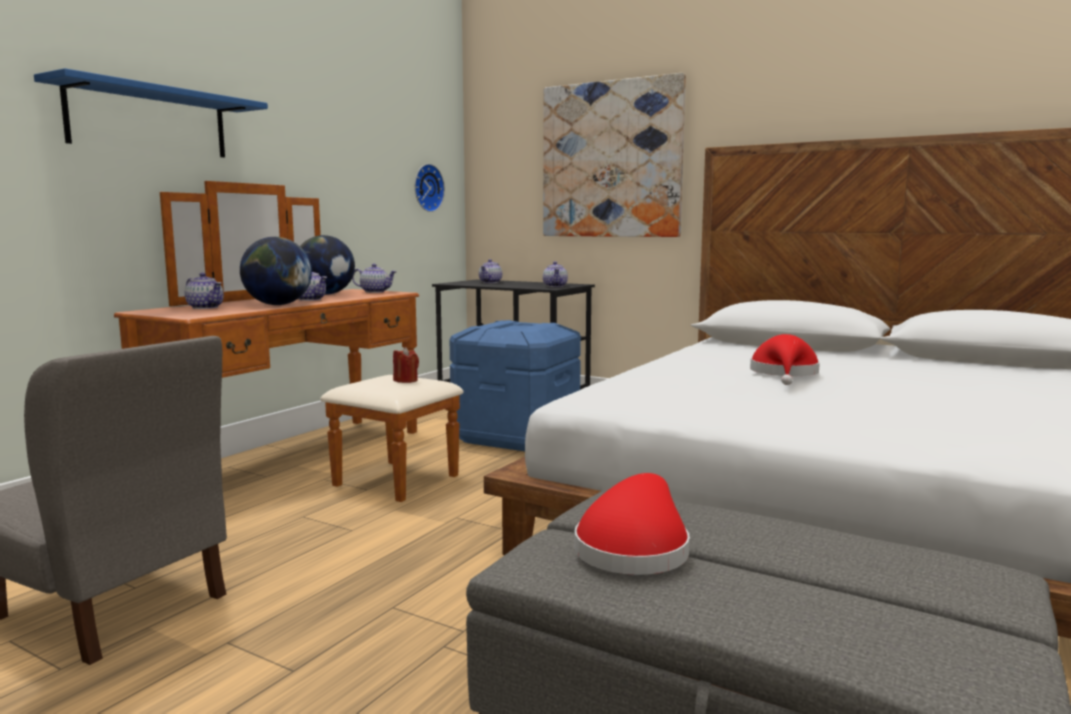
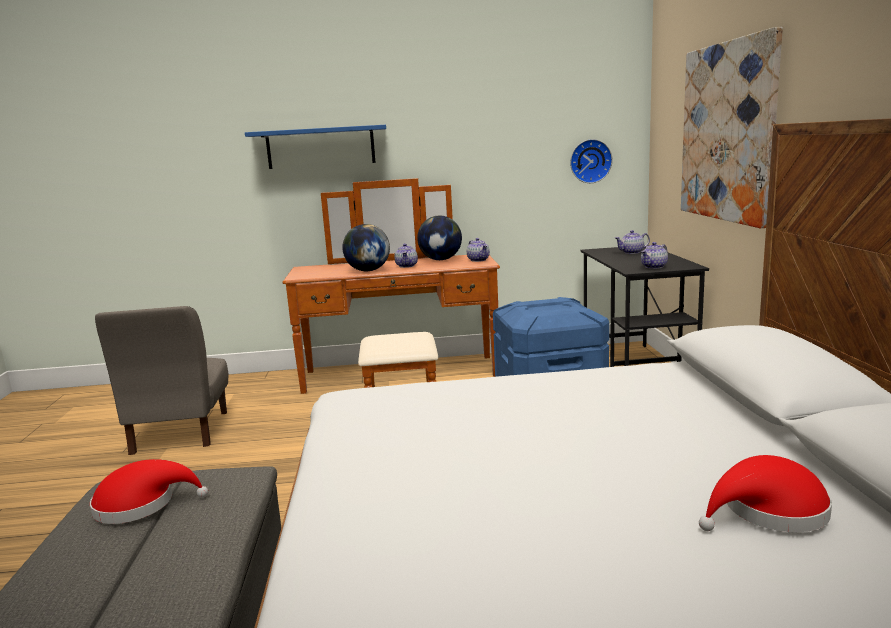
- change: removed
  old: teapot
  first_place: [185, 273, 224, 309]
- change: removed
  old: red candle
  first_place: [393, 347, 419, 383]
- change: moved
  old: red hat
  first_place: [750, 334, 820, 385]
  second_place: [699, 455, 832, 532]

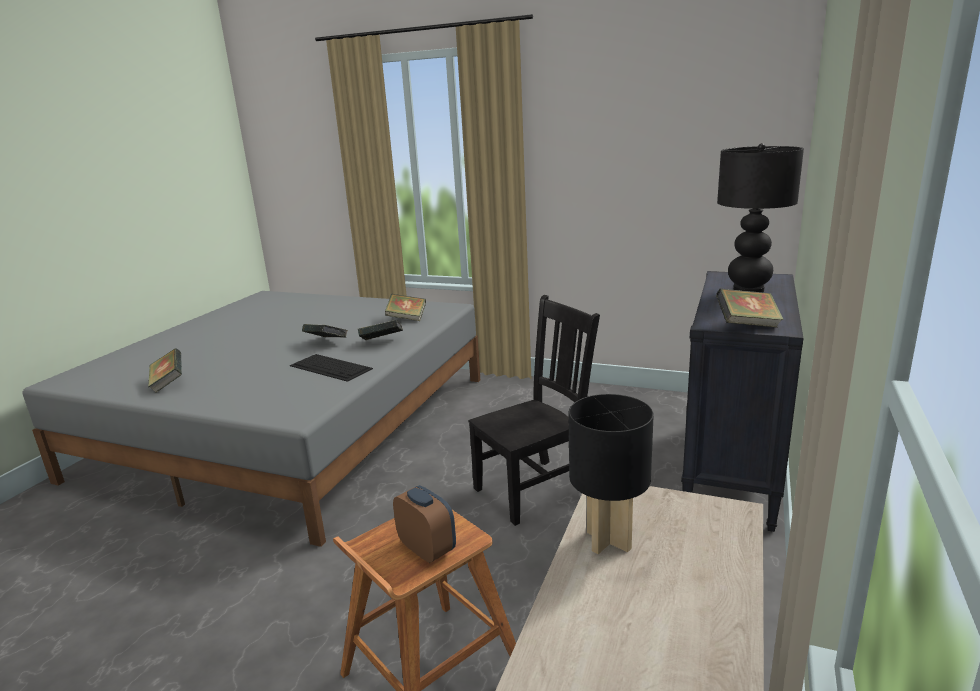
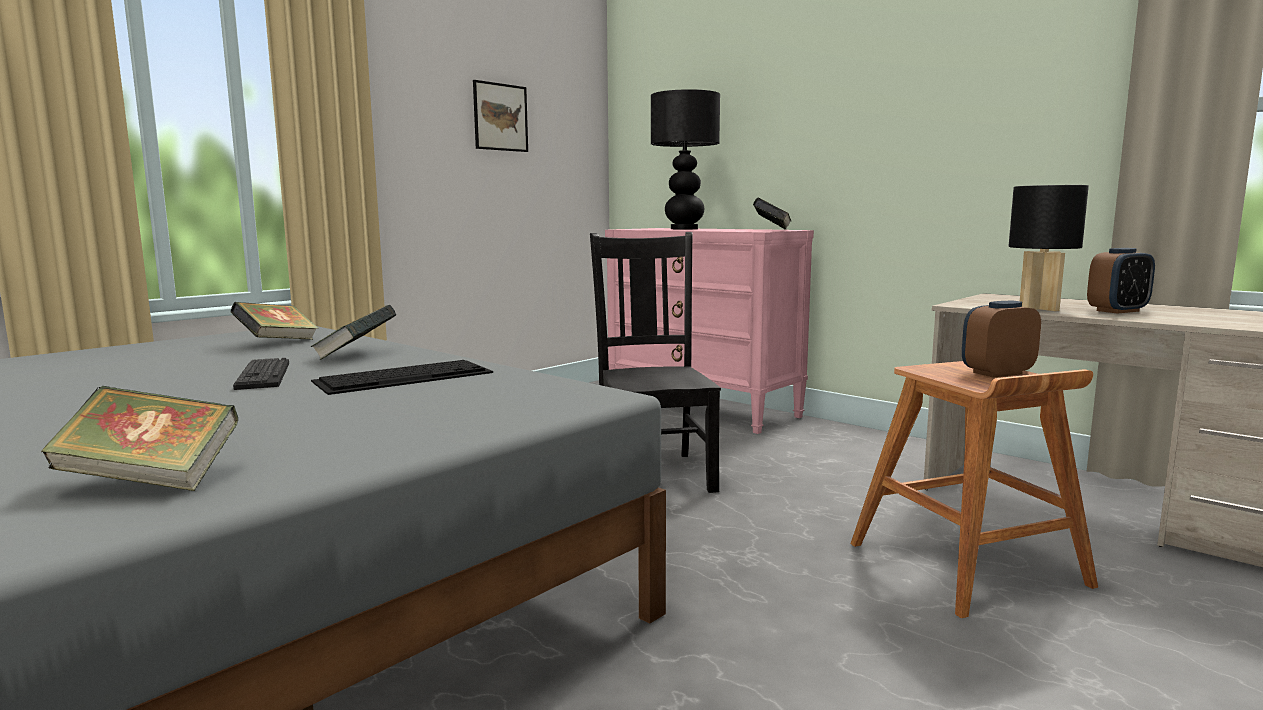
- change: added
  new: picture
  second_place: [473, 80, 528, 152]
- change: added
  new: alarm clock
  second_place: [1087, 248, 1155, 314]
- change: replaced
  old: book
  new: keyboard
  first_place: [302, 324, 348, 338]
  second_place: [233, 358, 289, 390]
- change: recoloured
  old: black dresser
  new: pink dresser
  first_place: [681, 271, 803, 532]
  second_place: [605, 228, 814, 434]

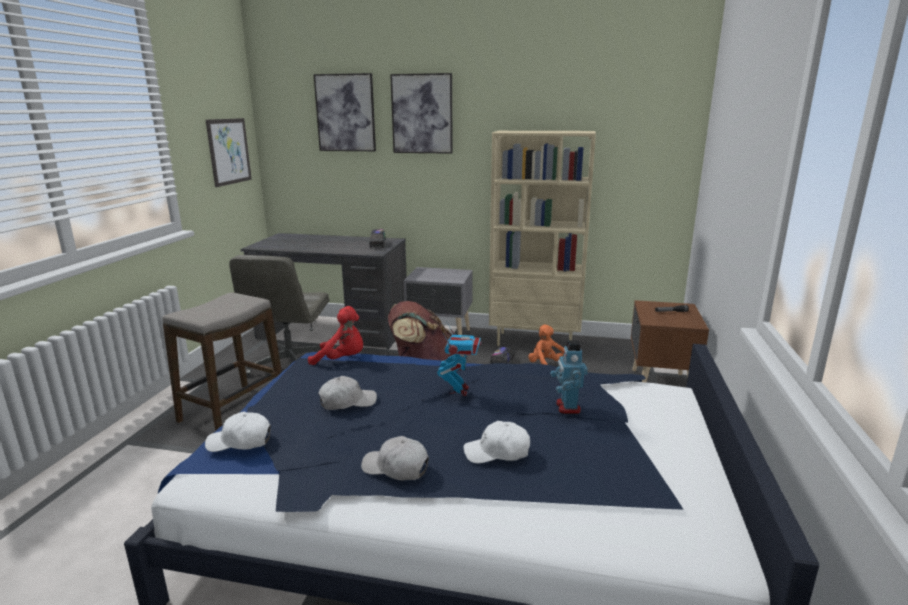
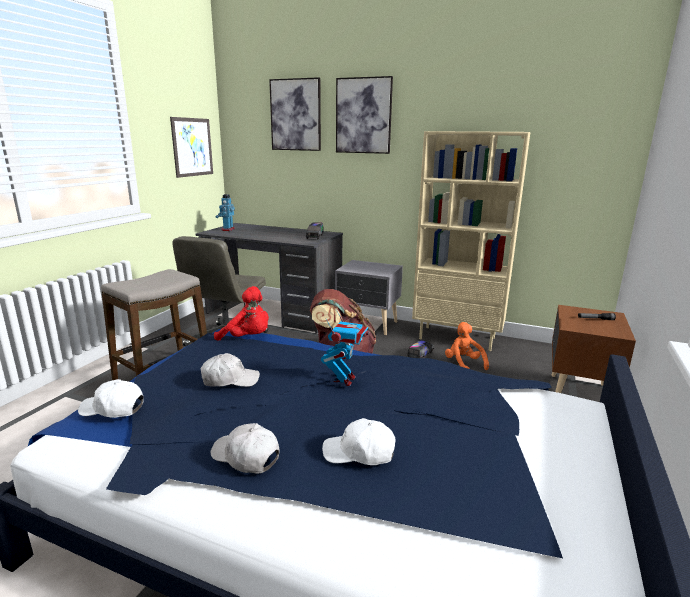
- change: moved
  old: toy robot
  first_place: [550, 340, 588, 414]
  second_place: [216, 194, 235, 231]

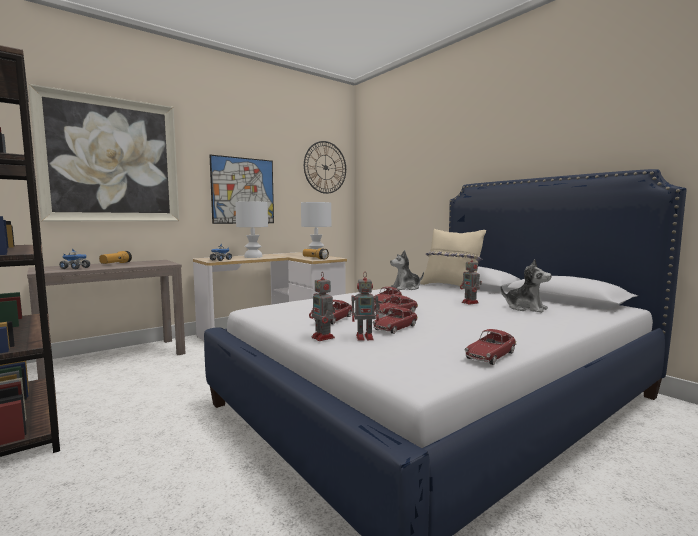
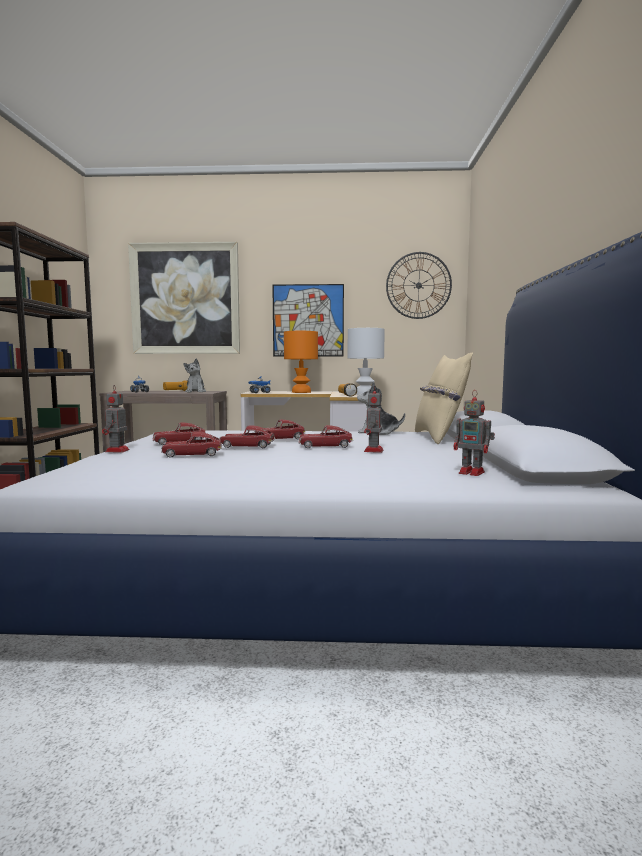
- change: moved
  old: toy robot
  first_place: [352, 273, 380, 341]
  second_place: [454, 390, 495, 476]
- change: moved
  old: toy car
  first_place: [465, 329, 516, 365]
  second_place: [298, 425, 353, 448]
- change: moved
  old: plush toy
  first_place: [500, 259, 552, 313]
  second_place: [183, 359, 206, 392]
- change: recoloured
  old: white table lamp
  new: orange table lamp
  first_place: [235, 201, 268, 258]
  second_place: [284, 331, 318, 393]

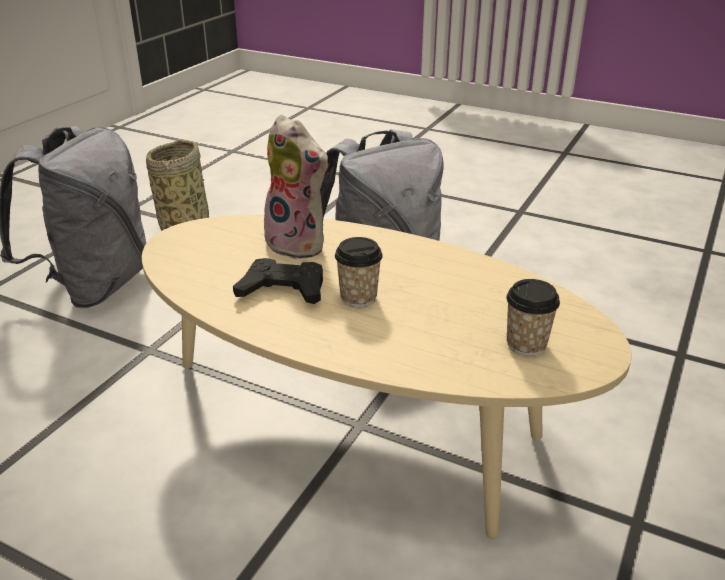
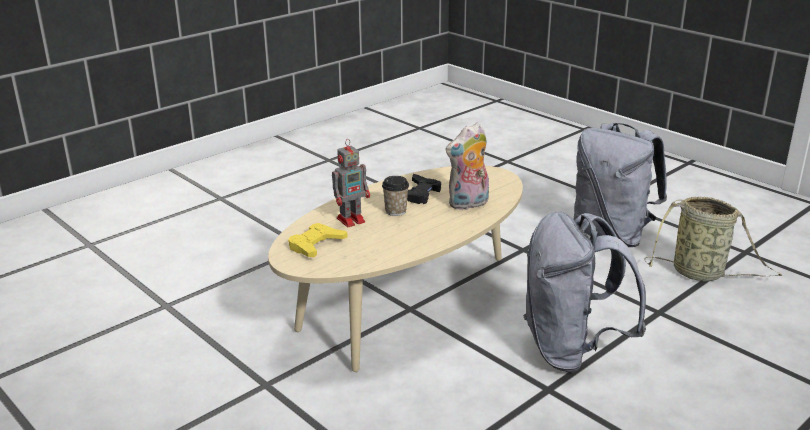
- change: added
  new: toy robot
  second_place: [332, 139, 370, 227]
- change: replaced
  old: cup
  new: yellow game controller
  first_place: [506, 279, 560, 356]
  second_place: [288, 223, 348, 257]

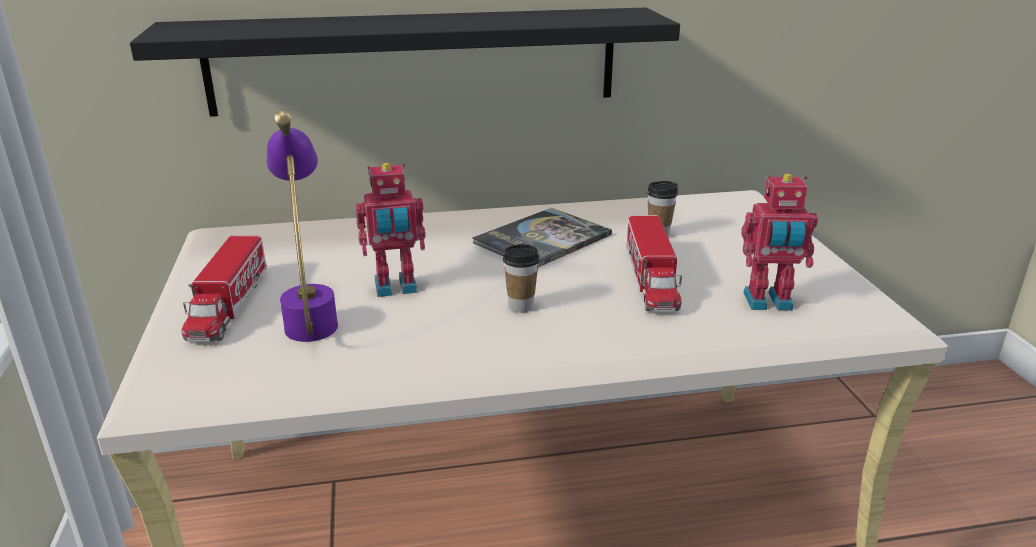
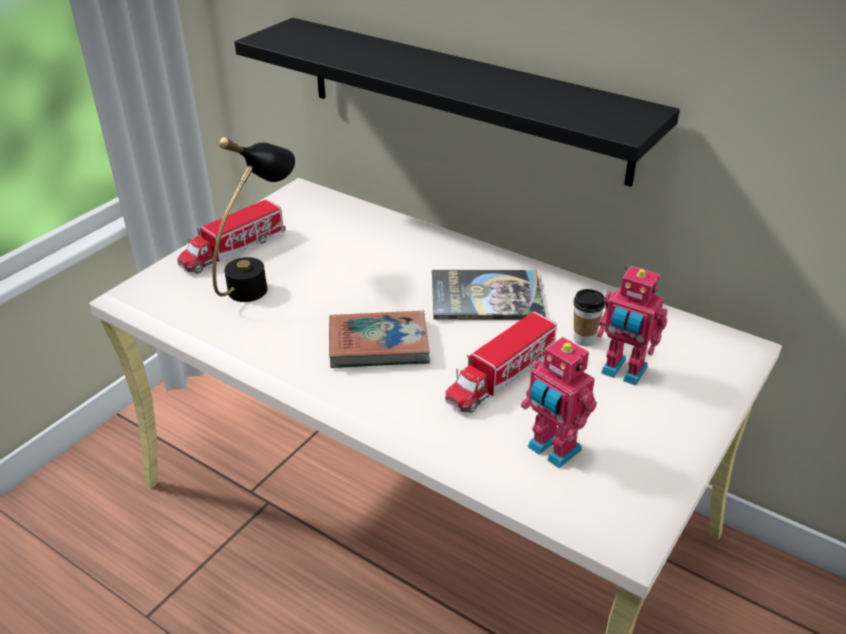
- change: moved
  old: toy robot
  first_place: [355, 163, 426, 297]
  second_place: [597, 266, 667, 386]
- change: replaced
  old: cup
  new: book
  first_place: [503, 244, 539, 313]
  second_place: [329, 311, 430, 368]
- change: recoloured
  old: purple table lamp
  new: black table lamp
  first_place: [267, 110, 338, 342]
  second_place: [212, 137, 295, 302]

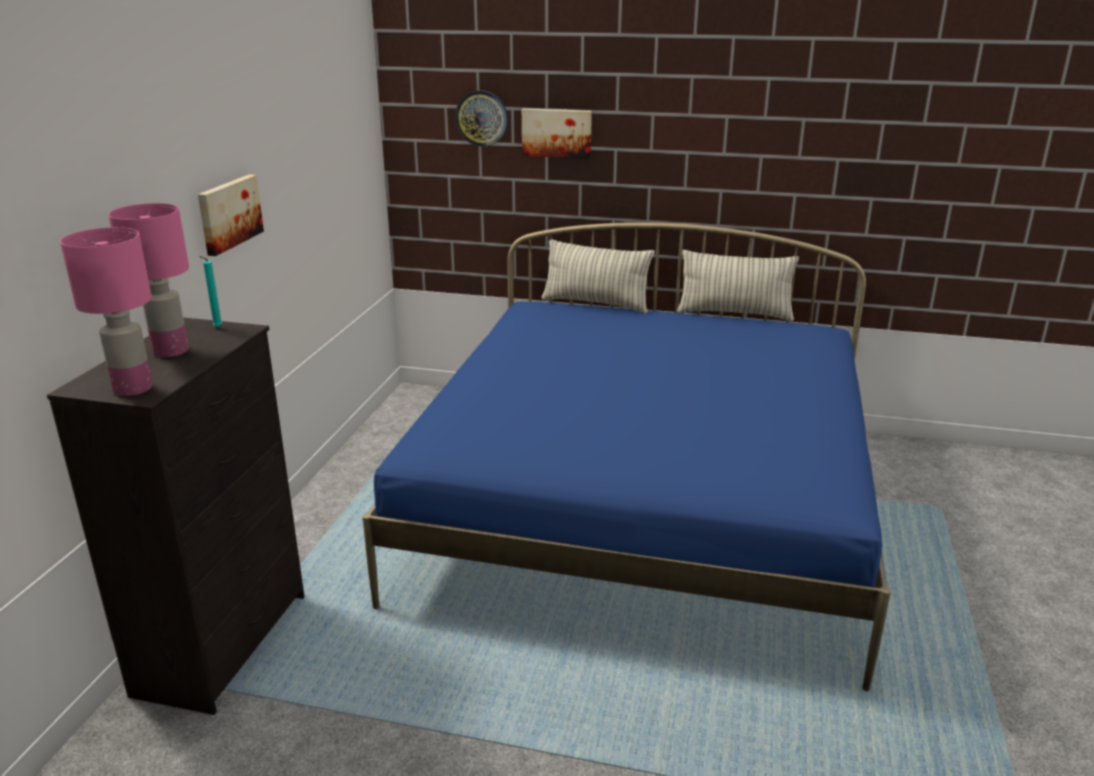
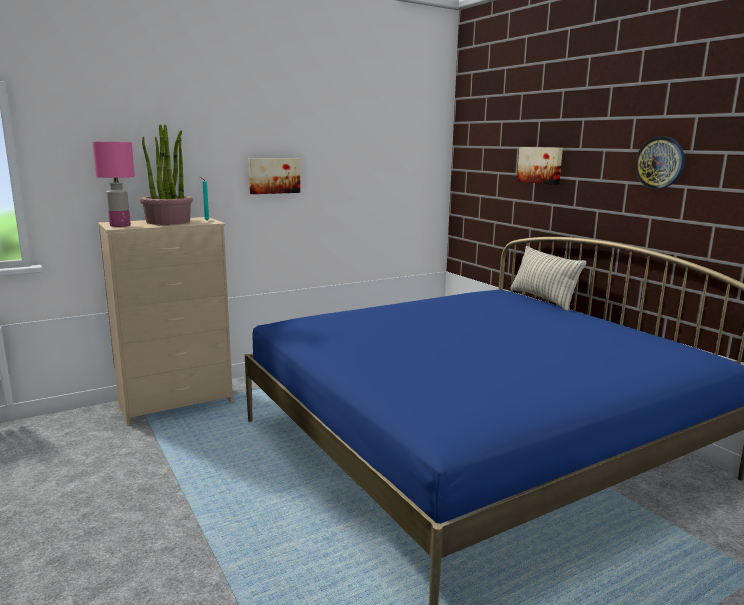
- change: removed
  old: pillow
  first_place: [677, 250, 799, 321]
- change: moved
  old: wall clock
  first_place: [455, 90, 508, 147]
  second_place: [635, 136, 685, 189]
- change: replaced
  old: pink table lamp
  new: potted plant
  first_place: [108, 203, 189, 358]
  second_place: [140, 124, 193, 225]
- change: recoloured
  old: black dresser
  new: beige dresser
  first_place: [47, 317, 305, 715]
  second_place: [98, 217, 233, 425]

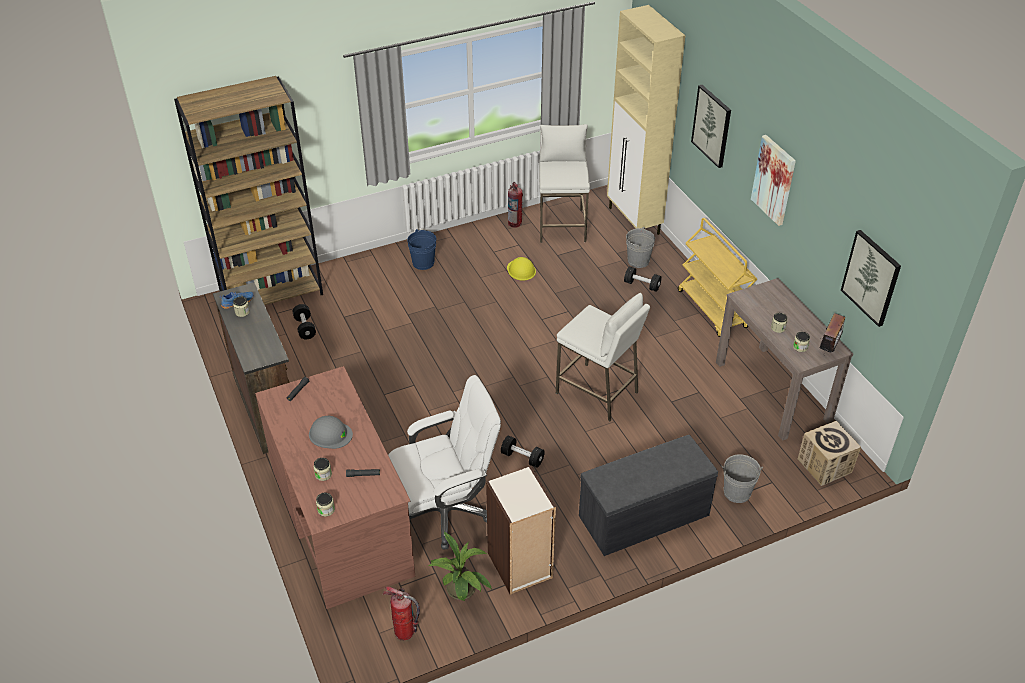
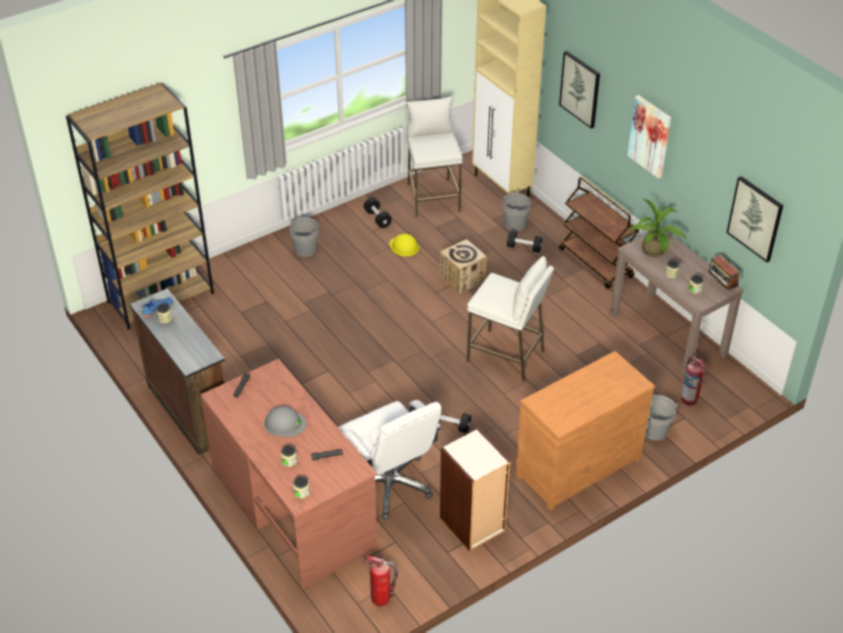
- change: moved
  old: black dumbbell
  first_place: [292, 304, 316, 339]
  second_place: [364, 198, 392, 228]
- change: moved
  old: potted plant
  first_place: [429, 531, 492, 601]
  second_place: [628, 197, 687, 257]
- change: moved
  old: fire extinguisher
  first_place: [508, 182, 523, 228]
  second_place: [681, 356, 705, 406]
- change: moved
  old: cardboard box
  first_place: [798, 421, 861, 486]
  second_place: [440, 239, 487, 294]
- change: replaced
  old: grey bench
  new: brown dresser
  first_place: [579, 435, 718, 556]
  second_place: [515, 351, 655, 511]
- change: recoloured
  old: blue bucket
  new: grey bucket
  first_place: [407, 229, 436, 270]
  second_place: [290, 217, 319, 257]
- change: recoloured
  old: yellow cart
  new: brown cart
  first_place: [678, 218, 757, 337]
  second_place: [559, 177, 640, 289]
- change: turned
  old: white office chair
  first_place: [388, 375, 501, 549]
  second_place: [338, 400, 442, 519]
  degrees: 90
- change: turned
  old: radio
  first_place: [819, 313, 845, 352]
  second_place: [709, 255, 740, 291]
  degrees: 135

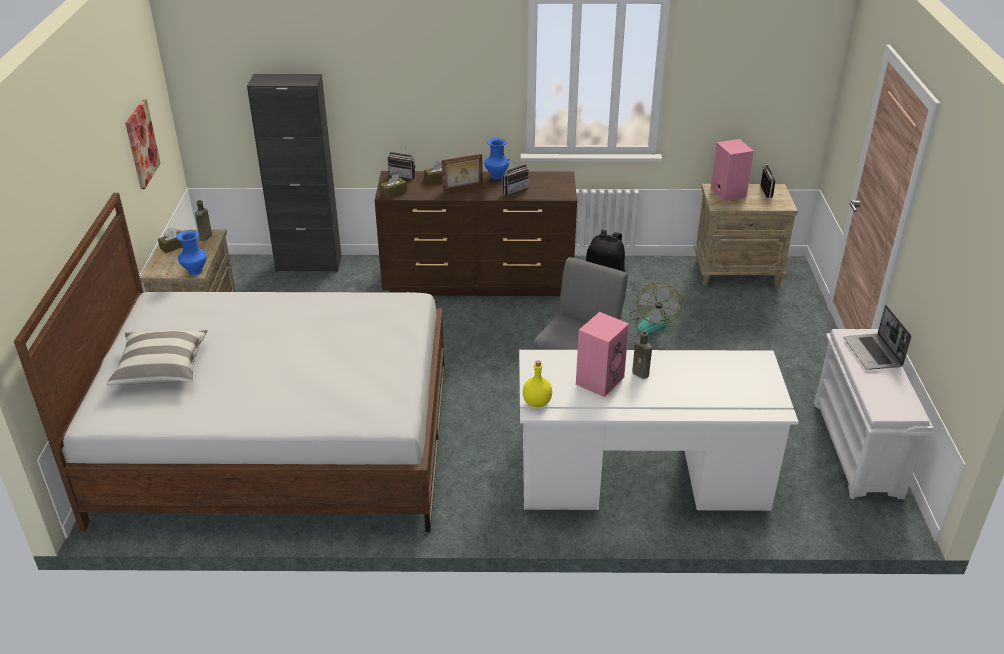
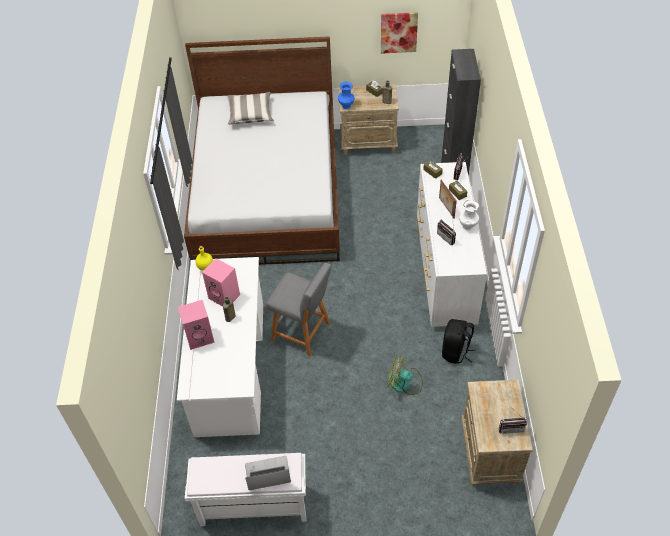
- change: moved
  old: pink speaker
  first_place: [711, 139, 754, 201]
  second_place: [178, 300, 215, 350]
- change: recoloured
  old: brown dresser
  new: white dresser
  first_place: [375, 171, 577, 296]
  second_place: [417, 162, 487, 327]
- change: recoloured
  old: blue vase
  new: white vase
  first_place: [484, 138, 509, 180]
  second_place: [459, 200, 479, 230]

